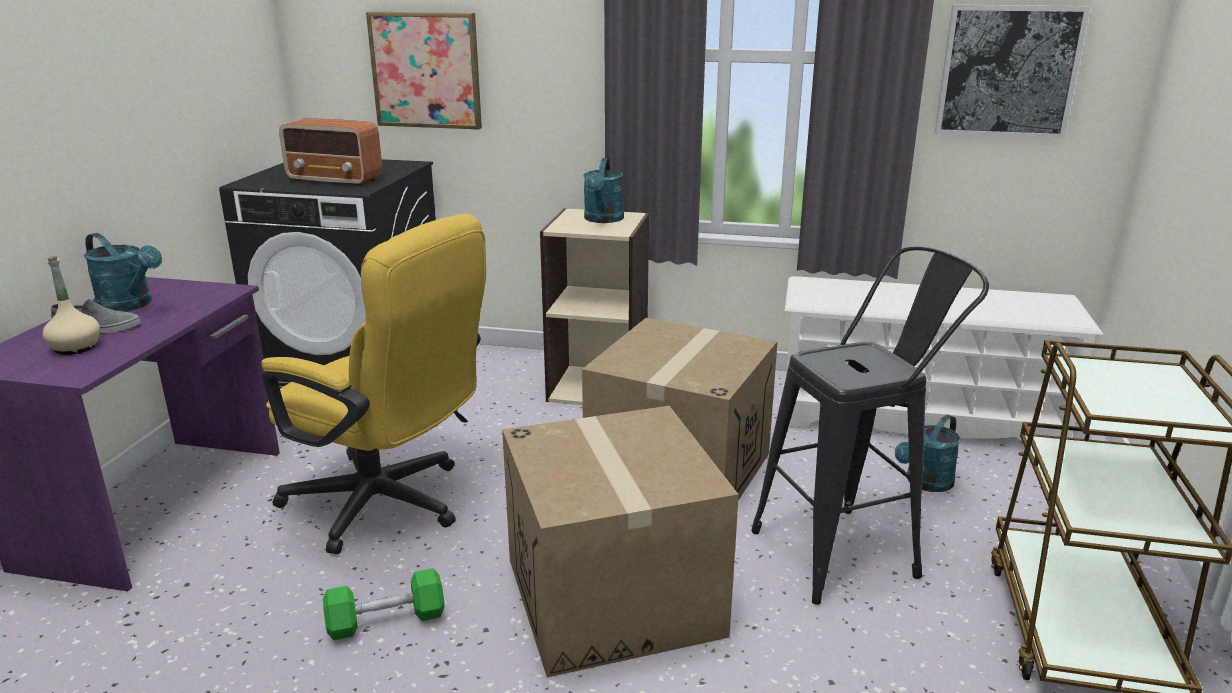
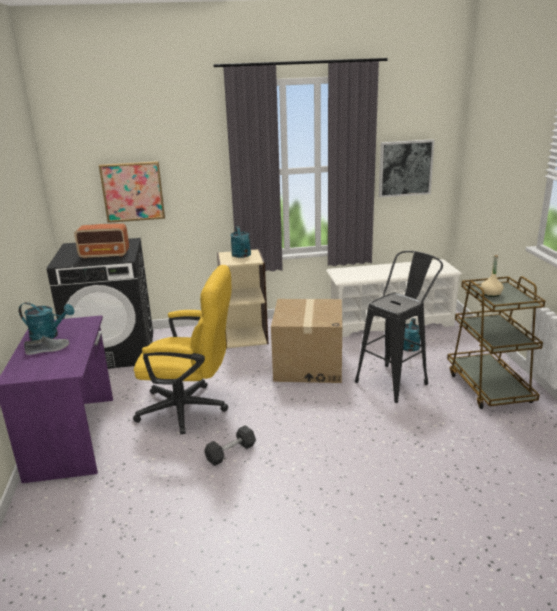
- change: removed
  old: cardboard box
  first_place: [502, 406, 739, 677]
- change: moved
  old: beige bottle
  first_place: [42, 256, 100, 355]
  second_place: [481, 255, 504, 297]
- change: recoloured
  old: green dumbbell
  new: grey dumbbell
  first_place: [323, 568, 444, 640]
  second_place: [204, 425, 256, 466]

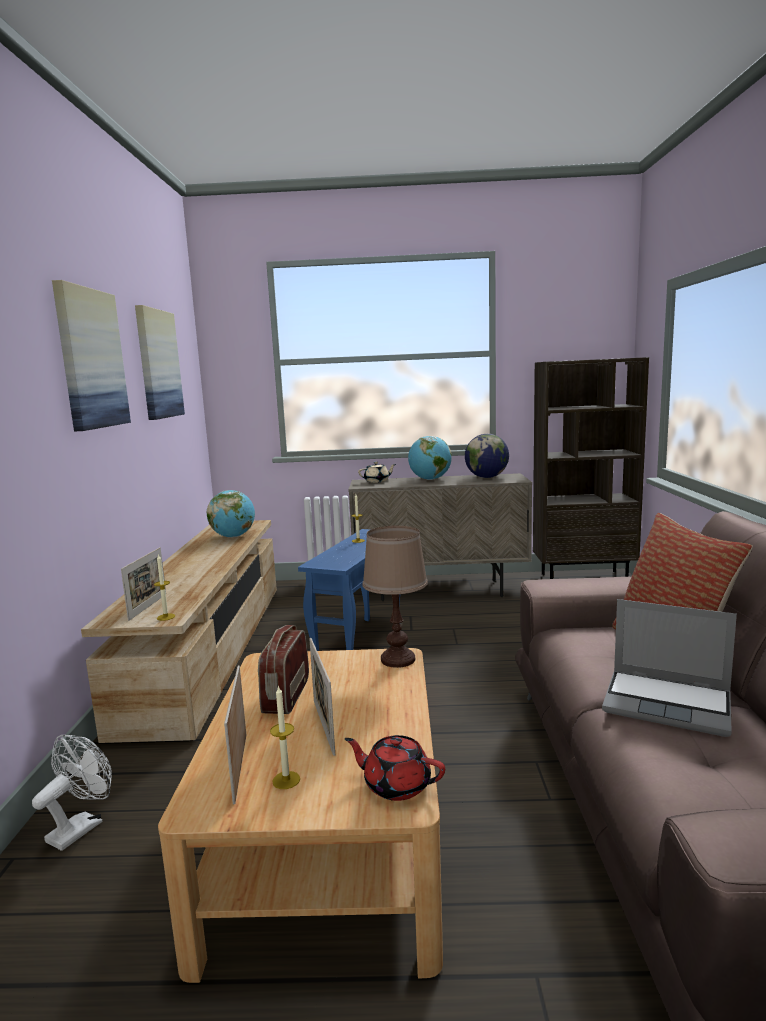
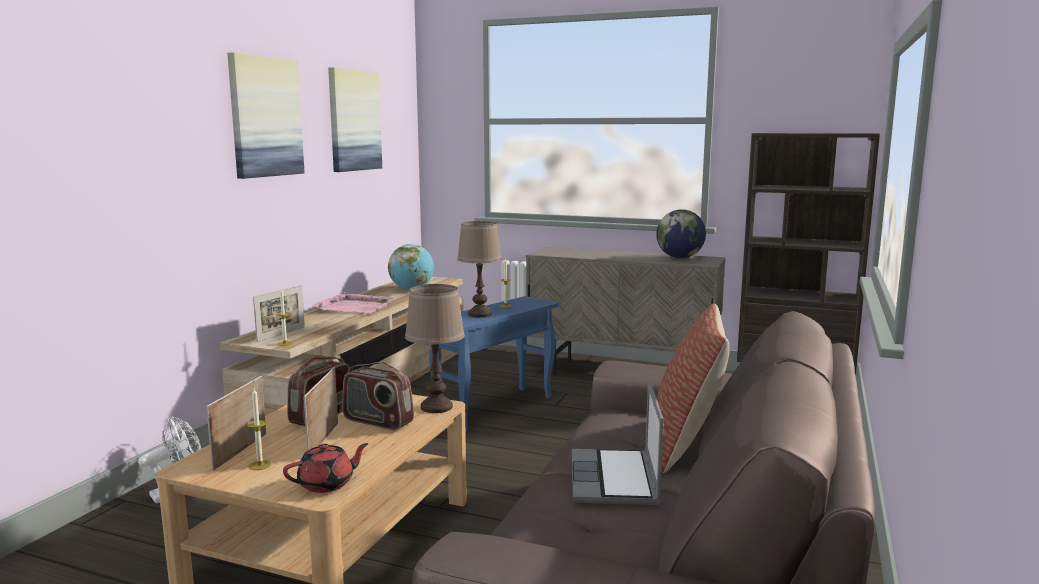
- change: removed
  old: beige teapot
  first_place: [358, 462, 396, 483]
- change: removed
  old: globe
  first_place: [408, 436, 452, 480]
- change: added
  new: pink tray
  second_place: [313, 292, 393, 313]
- change: added
  new: radio
  second_place: [342, 362, 414, 430]
- change: added
  new: brown table lamp
  second_place: [457, 221, 502, 317]
- change: turned
  old: red teapot
  first_place: [345, 735, 445, 801]
  second_place: [283, 443, 369, 493]
  degrees: 105
- change: turned
  old: laptop
  first_place: [602, 599, 737, 737]
  second_place: [572, 380, 664, 505]
  degrees: 45

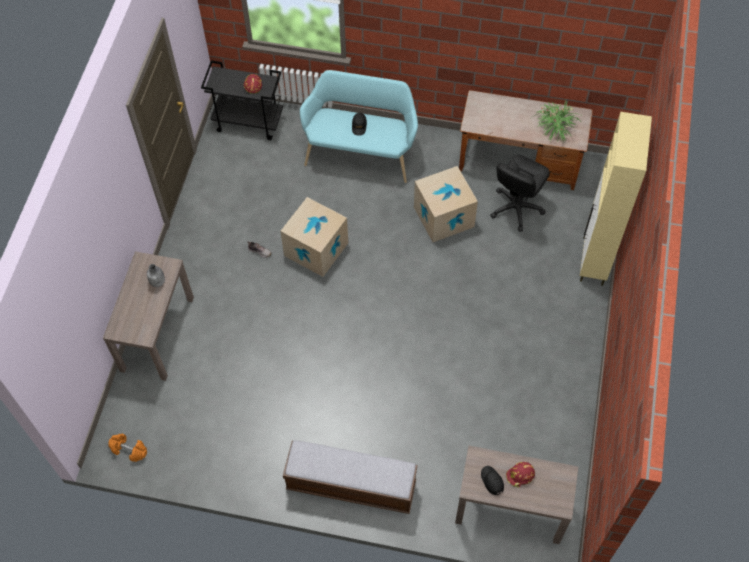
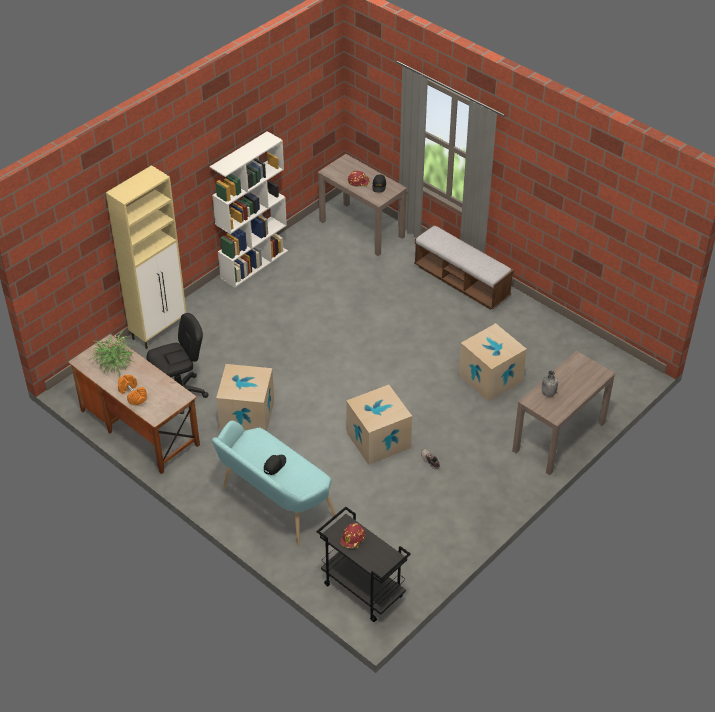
- change: added
  new: white bookcase
  second_place: [210, 131, 288, 288]
- change: added
  new: cardboard box
  second_place: [459, 323, 527, 401]
- change: moved
  old: orange dumbbell
  first_place: [108, 434, 147, 462]
  second_place: [118, 375, 147, 405]

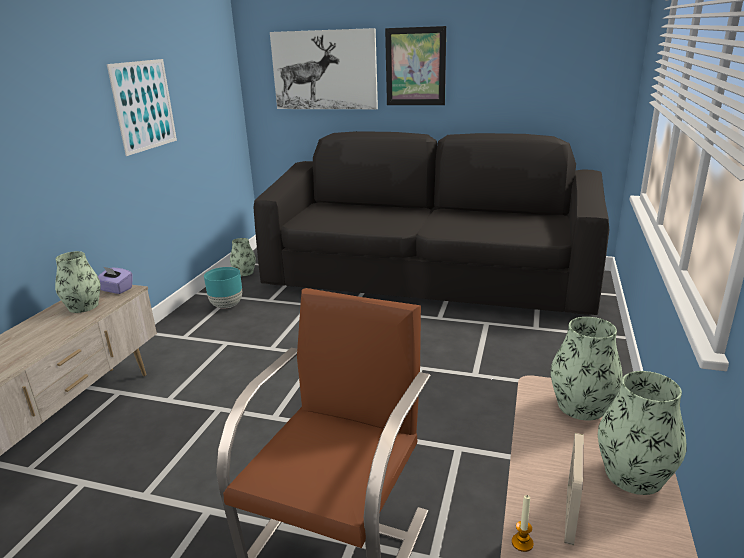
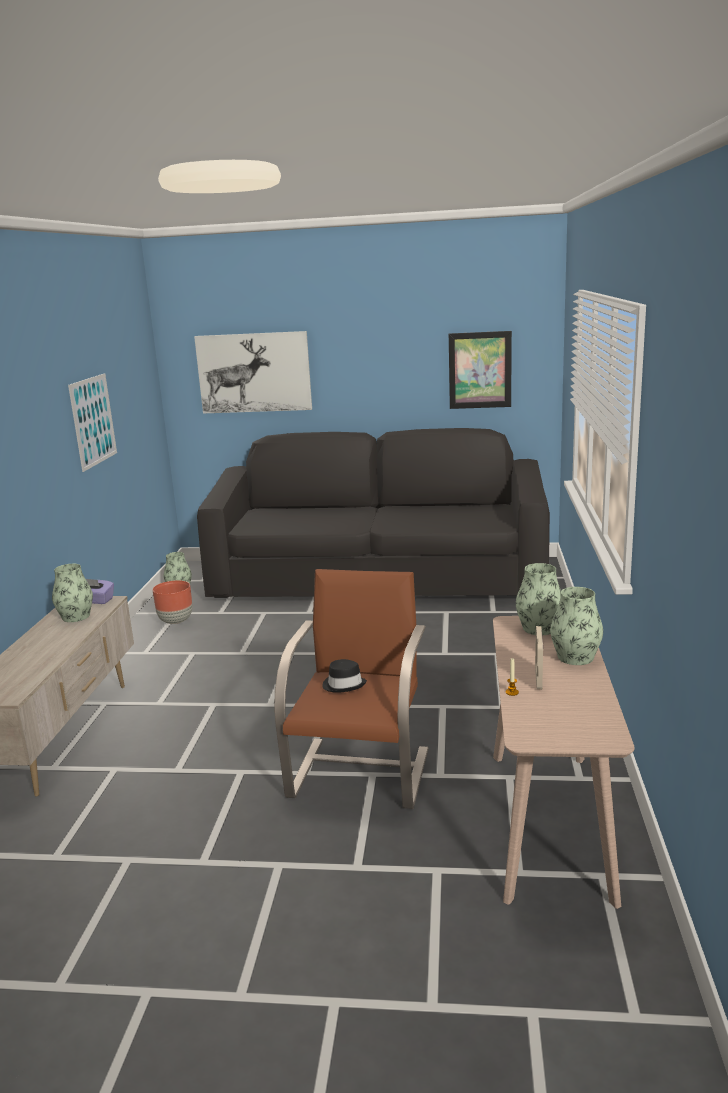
- change: added
  new: black hat
  second_place: [322, 659, 367, 693]
- change: moved
  old: picture
  first_place: [385, 26, 446, 105]
  second_place: [449, 331, 512, 409]
- change: recoloured
  old: turquoise planter
  new: brown planter
  first_place: [204, 267, 242, 309]
  second_place: [153, 580, 192, 624]

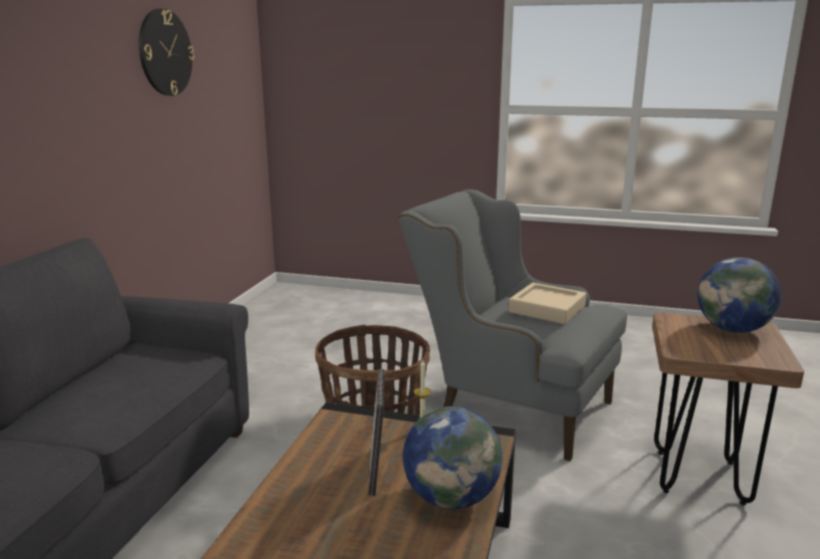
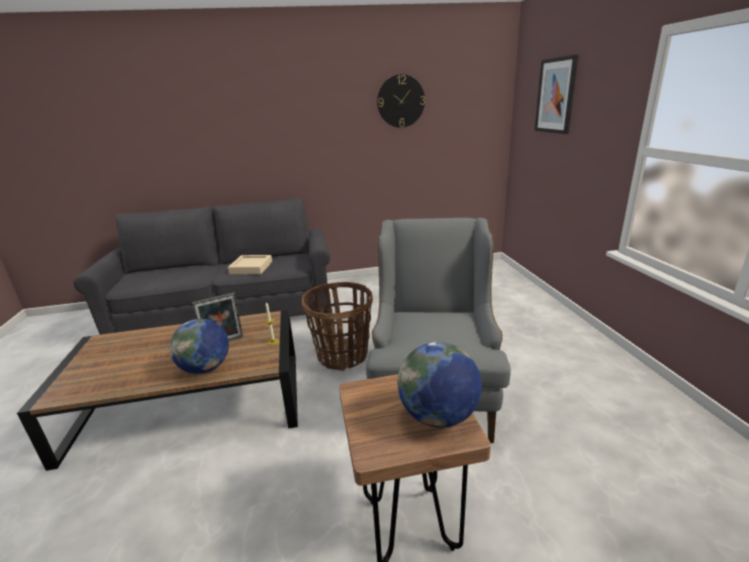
- change: added
  new: picture
  second_place: [535, 55, 578, 134]
- change: moved
  old: beige tray
  first_place: [509, 283, 586, 324]
  second_place: [228, 255, 272, 274]

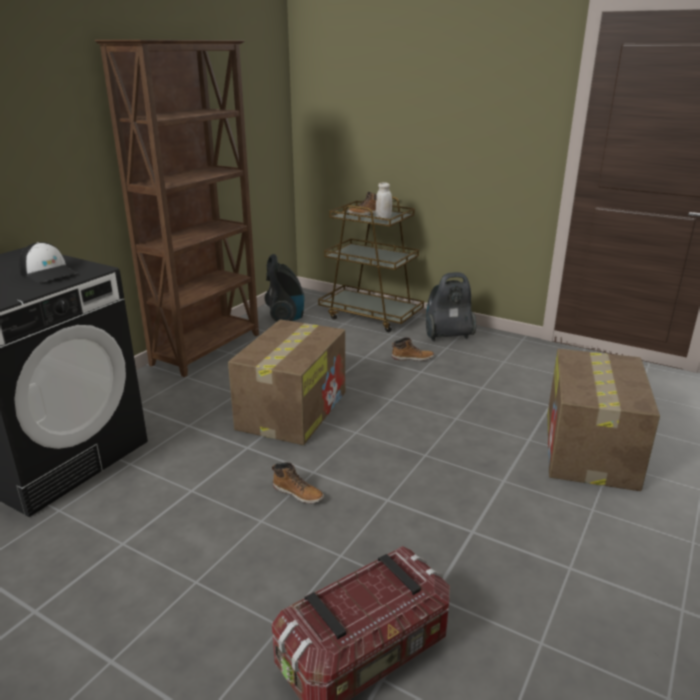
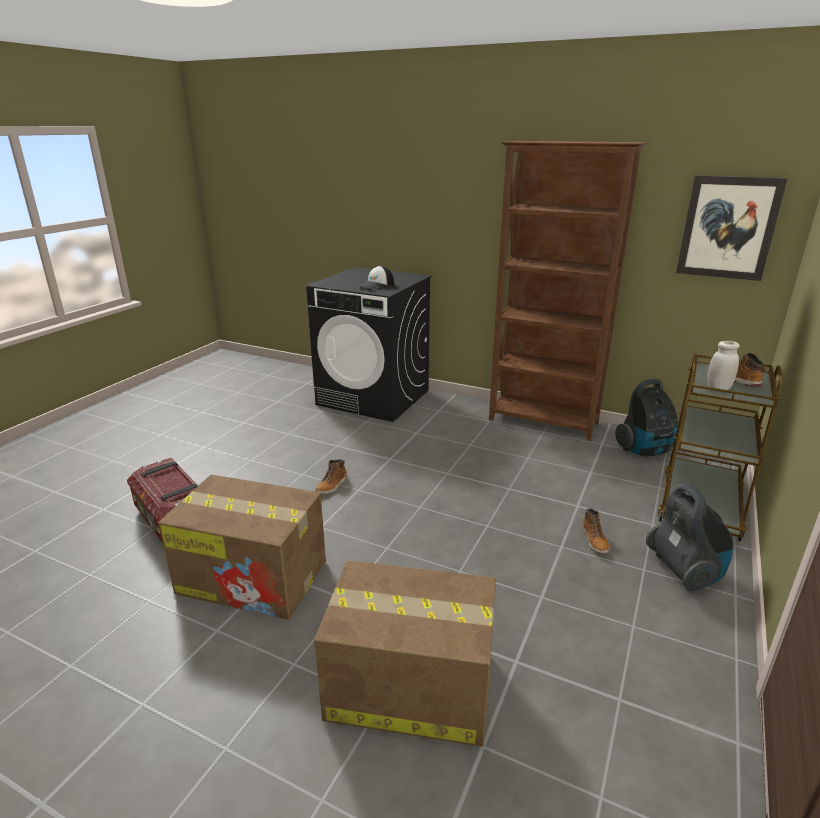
- change: added
  new: picture
  second_place: [676, 175, 787, 281]
- change: moved
  old: cardboard box
  first_place: [228, 319, 345, 445]
  second_place: [158, 474, 326, 620]

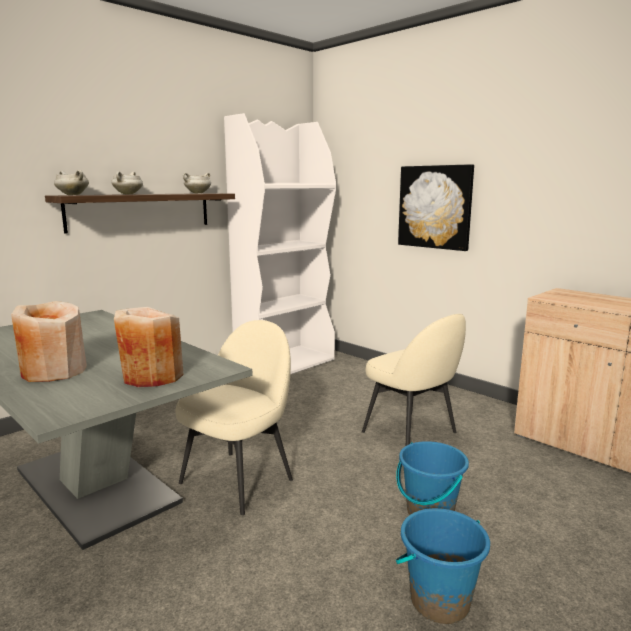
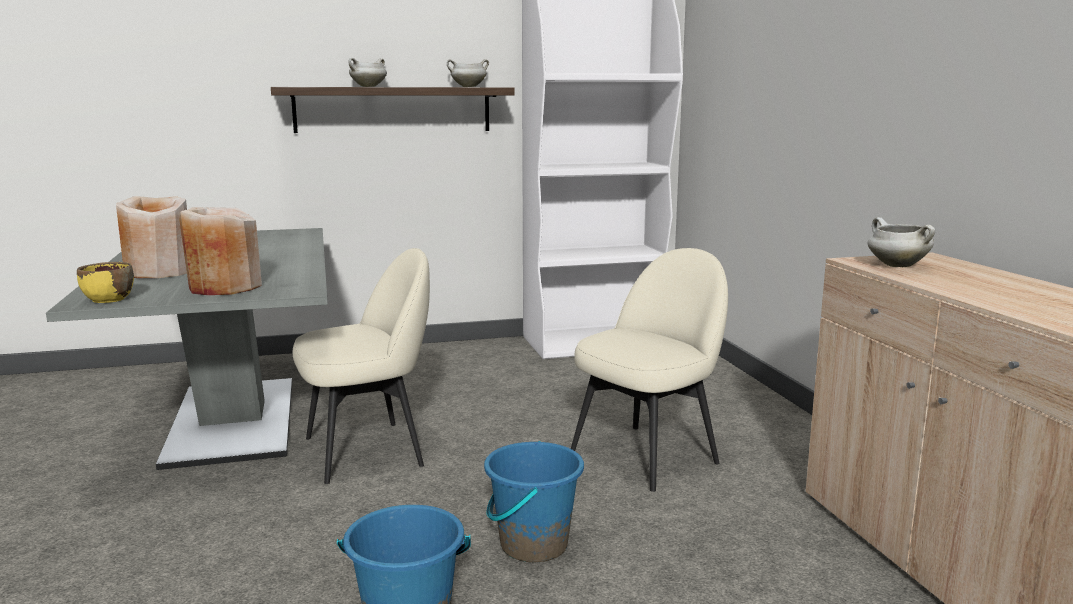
- change: removed
  old: picture
  first_place: [398, 164, 474, 251]
- change: added
  new: yellow bowl
  second_place: [77, 262, 134, 303]
- change: moved
  old: white cooking pot
  first_place: [54, 170, 89, 195]
  second_place: [868, 217, 935, 267]
- change: turned
  old: beige chair
  first_place: [362, 314, 466, 446]
  second_place: [571, 248, 728, 492]
  degrees: -120

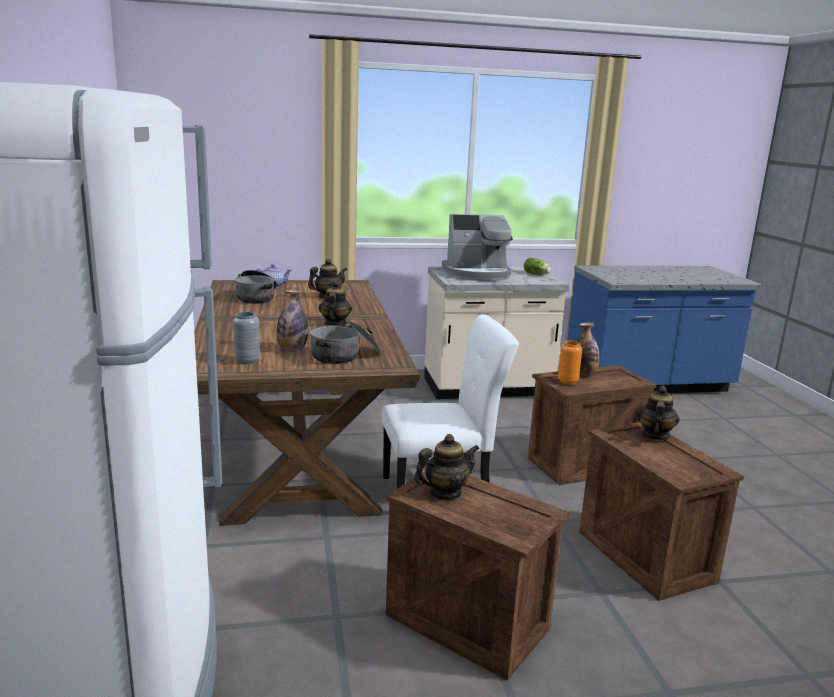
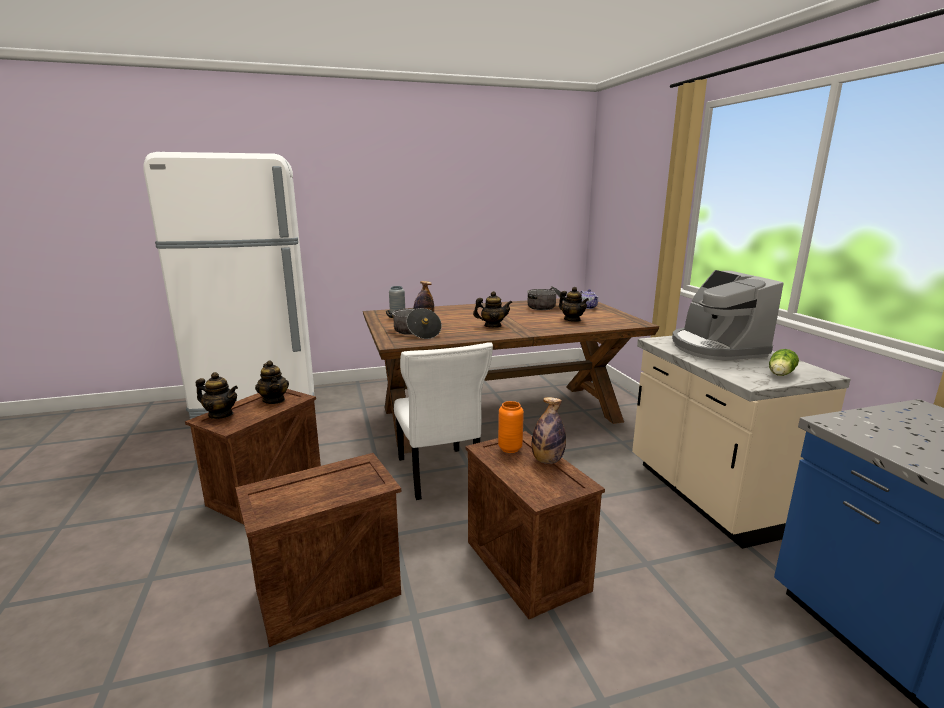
- change: moved
  old: teapot
  first_place: [637, 385, 680, 440]
  second_place: [196, 372, 238, 419]

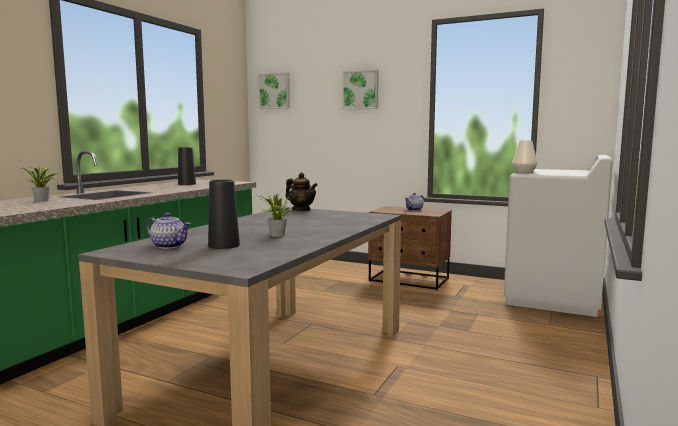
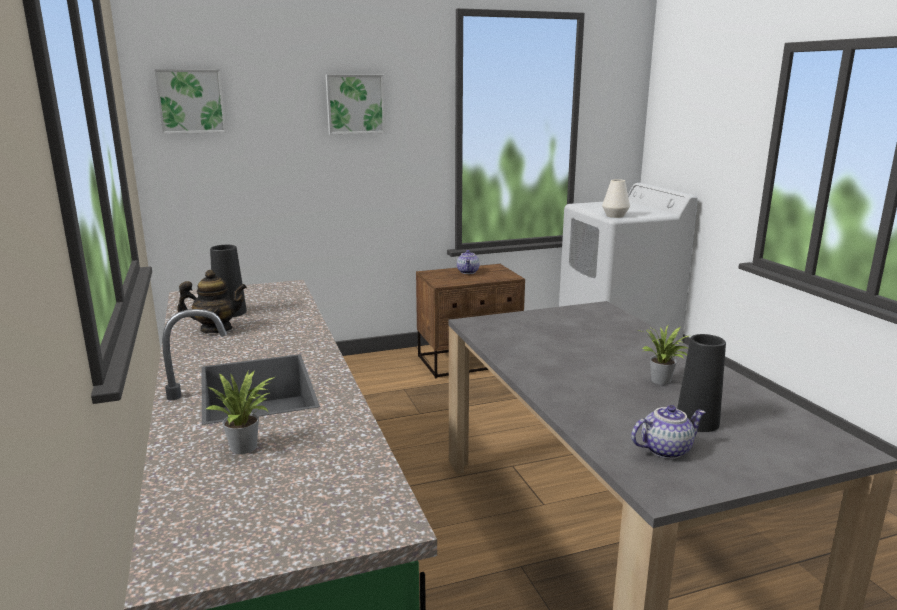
- change: moved
  old: teapot
  first_place: [286, 172, 318, 211]
  second_place: [177, 270, 247, 333]

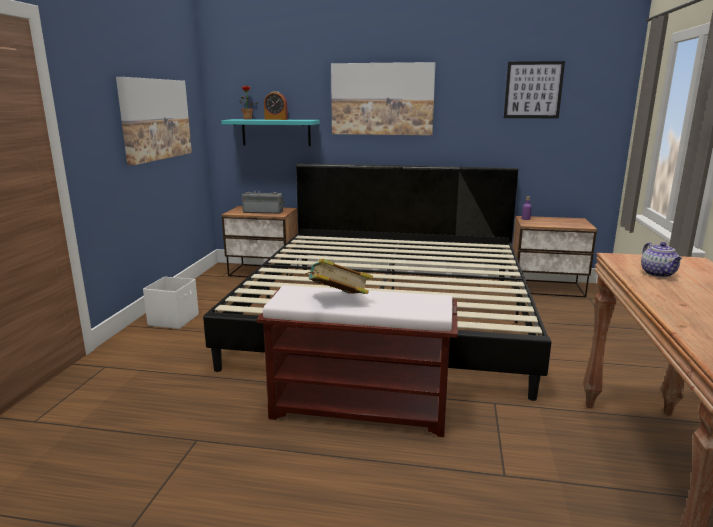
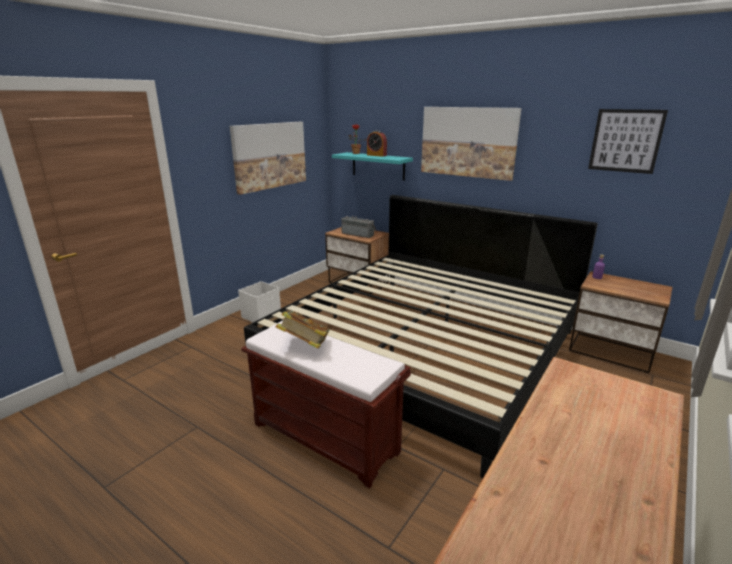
- change: removed
  old: teapot
  first_place: [641, 242, 682, 277]

